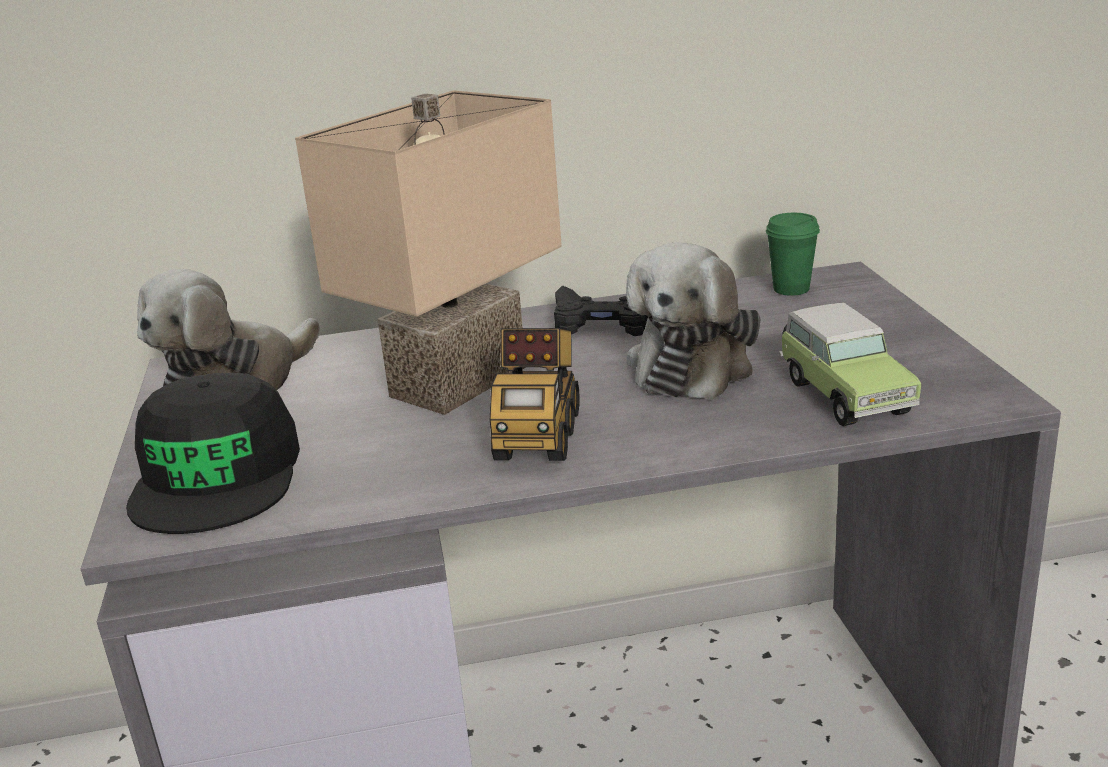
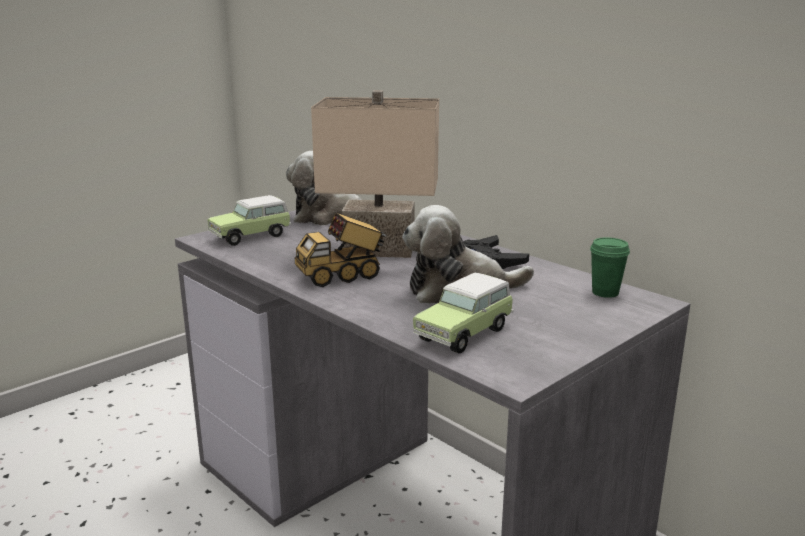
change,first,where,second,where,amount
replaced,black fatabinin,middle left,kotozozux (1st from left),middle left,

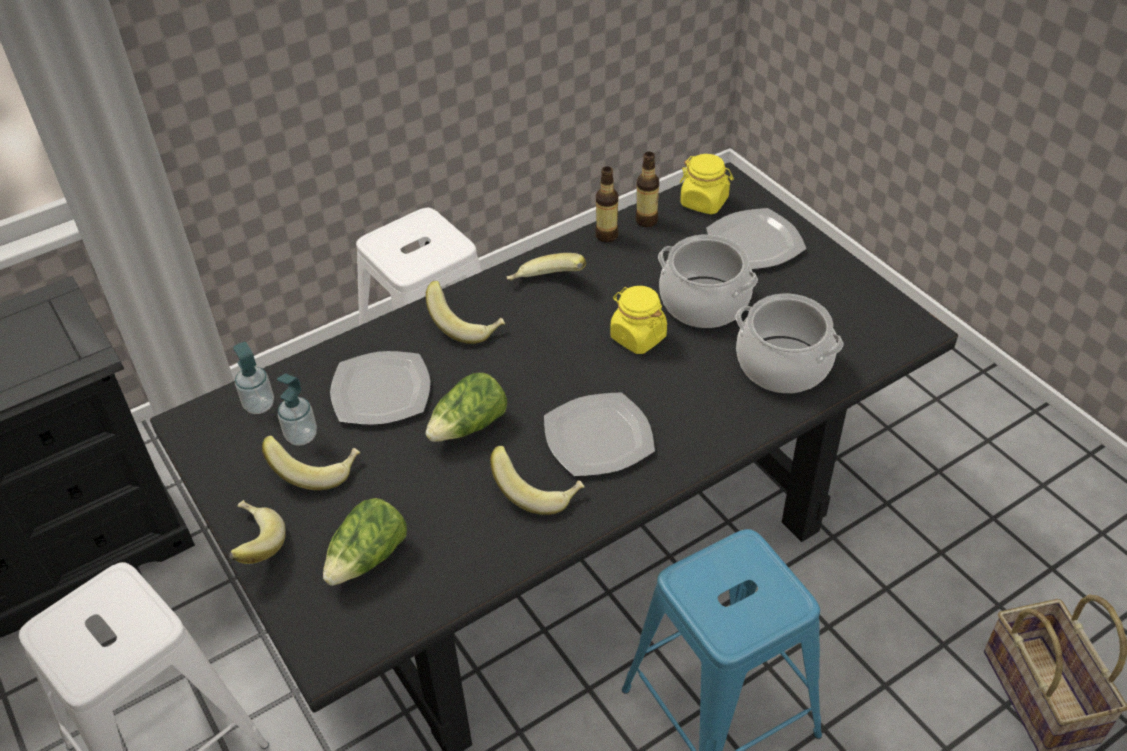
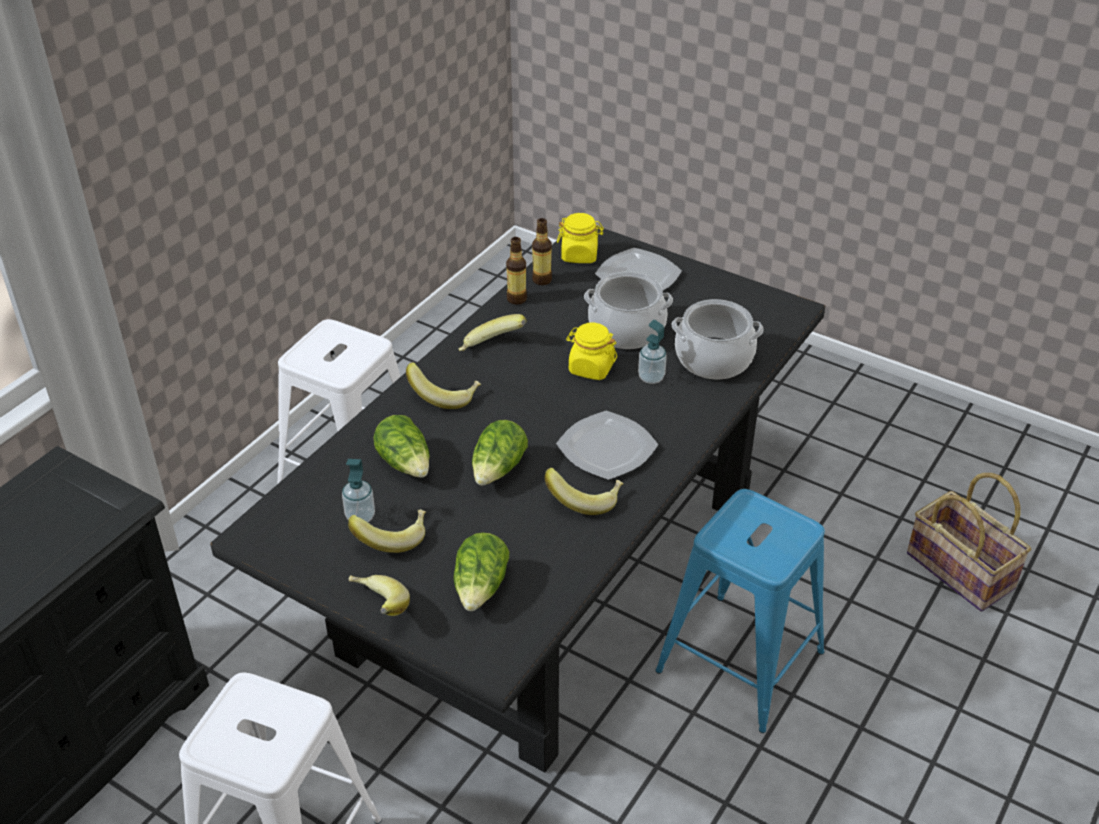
change,first,where,second,where,amount
replaced,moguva (1st from left),centre,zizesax (1st from left),centre,
moved,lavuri (1st from left in the first image),middle left,lavuri (2nd from left),centre,

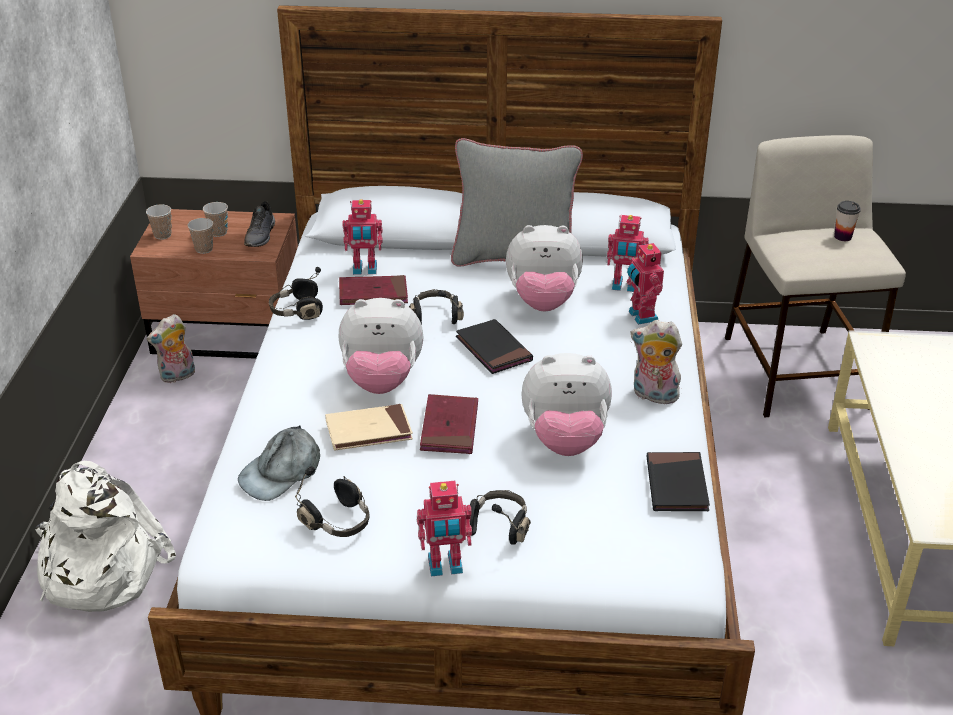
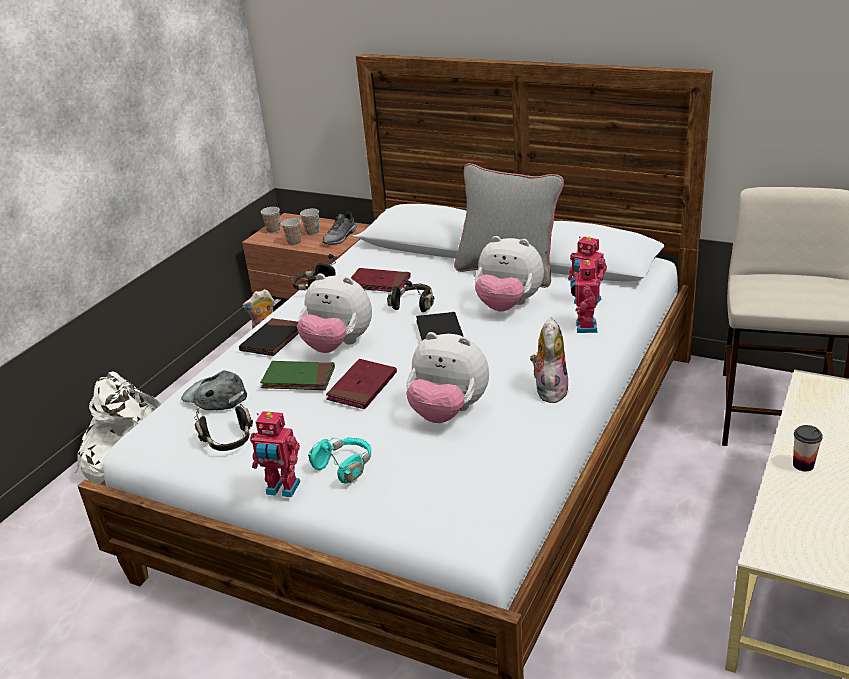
change,first,where,second,where,amount
turned,grey fatabinin,middle left,,middle left,60 degrees clockwise
moved,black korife (2nd from left in the first image),bottom right,black korife (1st from left),middle left,
recoloured,beige korife,centre,green korife,centre,
recoloured,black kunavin (4th from left),bottom centre,turquoise kunavin,bottom centre,
turned,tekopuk (5th from left),middle right,,centre,60 degrees clockwise
moved,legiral (4th from left),top right,,middle right,
removed,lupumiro (1st from left),top centre,,,

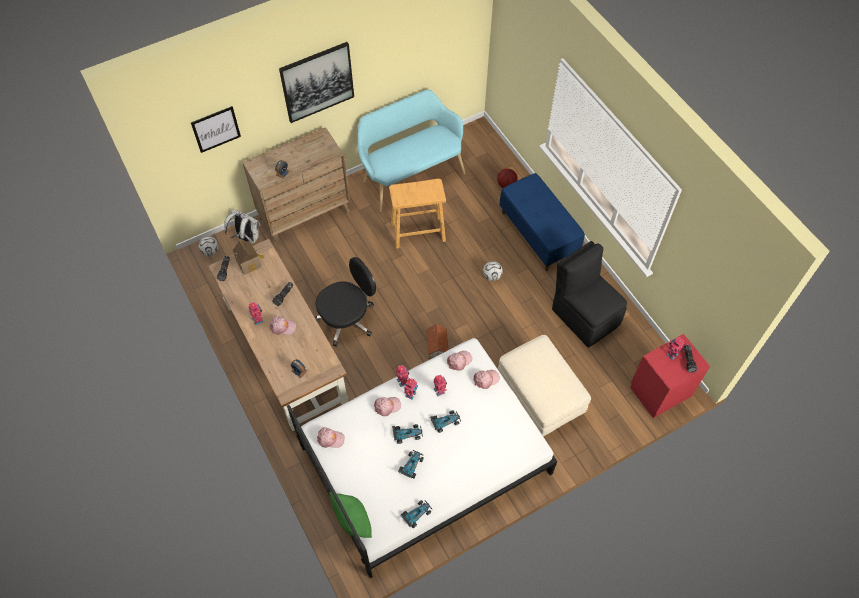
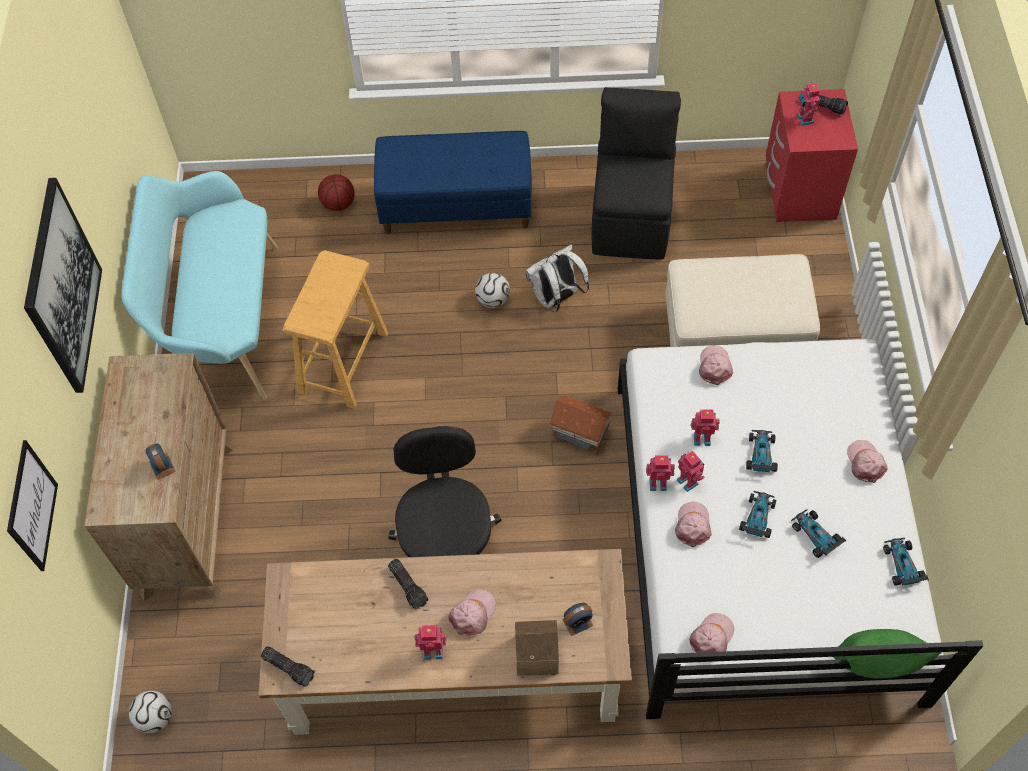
change,first,where,second,where,amount
moved,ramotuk (1st from left),middle left,,bottom centre,
moved,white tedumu,middle left,,centre,
turned,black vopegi,middle right,,top centre,105 degrees clockwise
moved,pink fatabinin (4th from left in the first image),centre,pink fatabinin (5th from left),middle right,

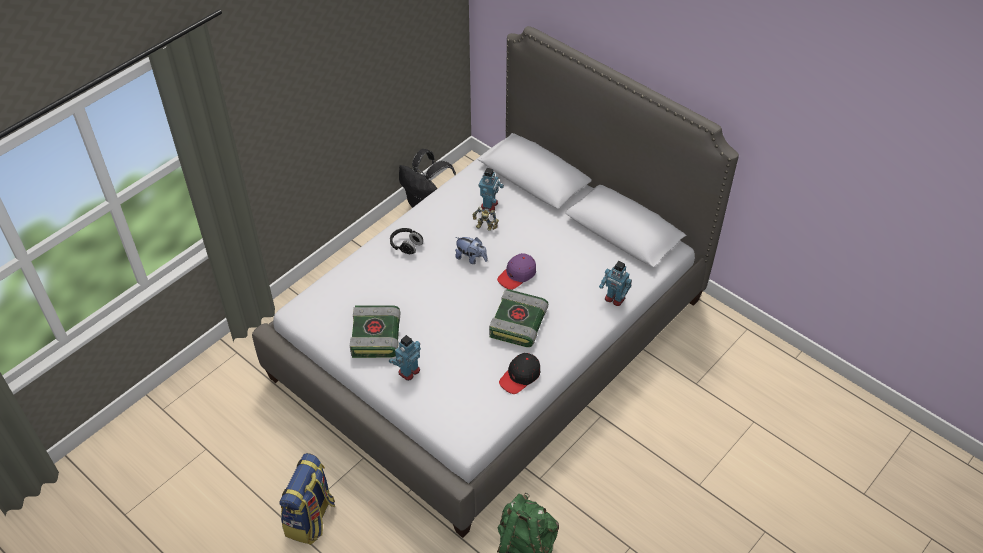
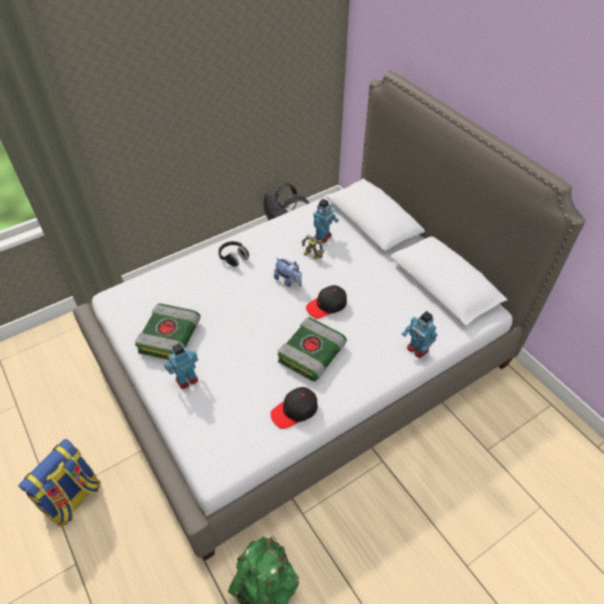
change,first,where,second,where,amount
recoloured,purple fatabinin,centre,black fatabinin (2nd from left),centre,

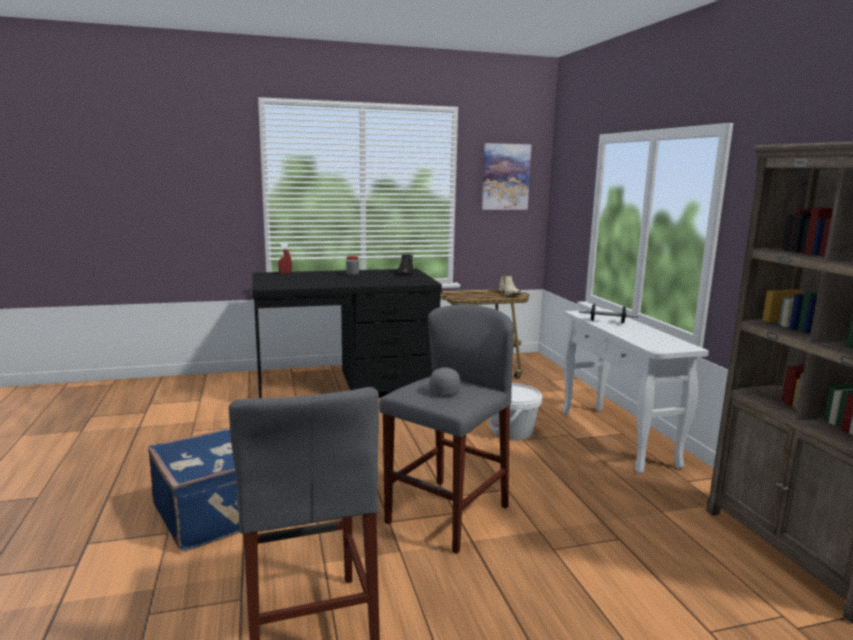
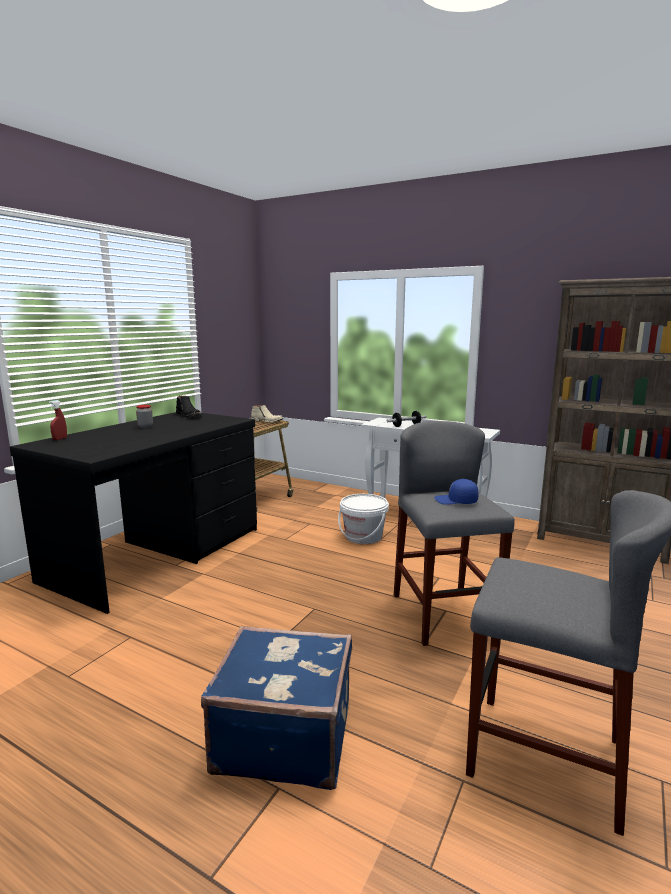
change,first,where,second,where,amount
recoloured,grey fatabinin,centre,blue fatabinin,middle right,
removed,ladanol,top centre,,,

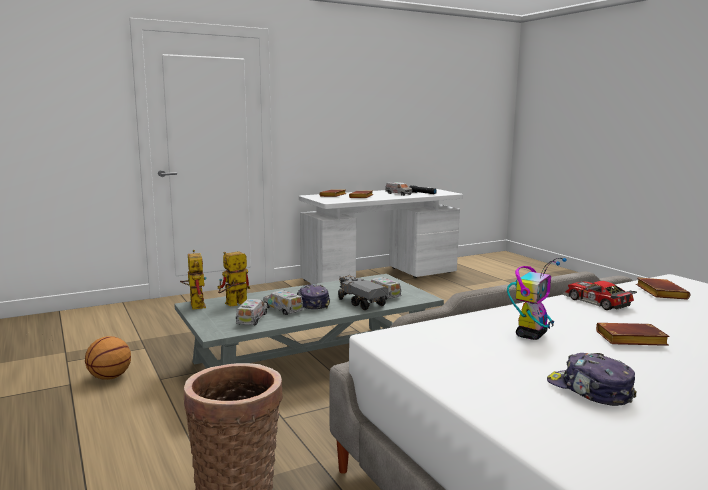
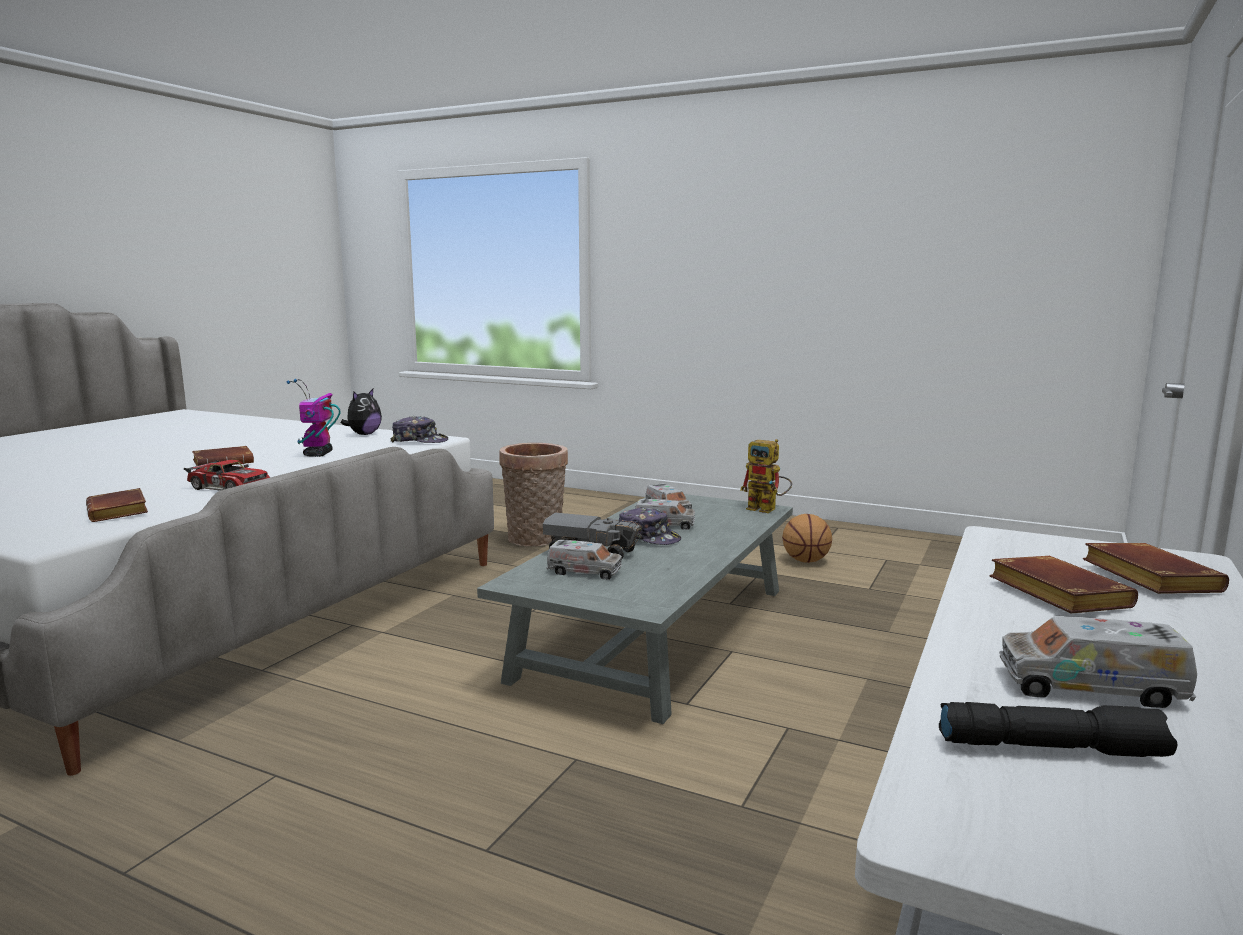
change,first,where,second,where,amount
added,,,tekopuk,middle left,
moved,fatabinin (2nd from left in the first image),bottom right,fatabinin (1st from left),centre,
removed,lupumiro (2nd from left),middle left,,,

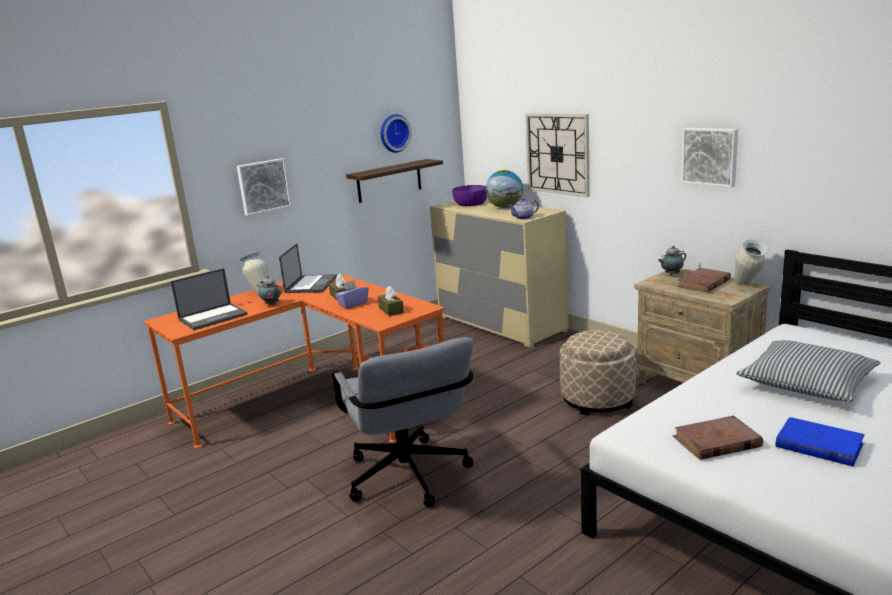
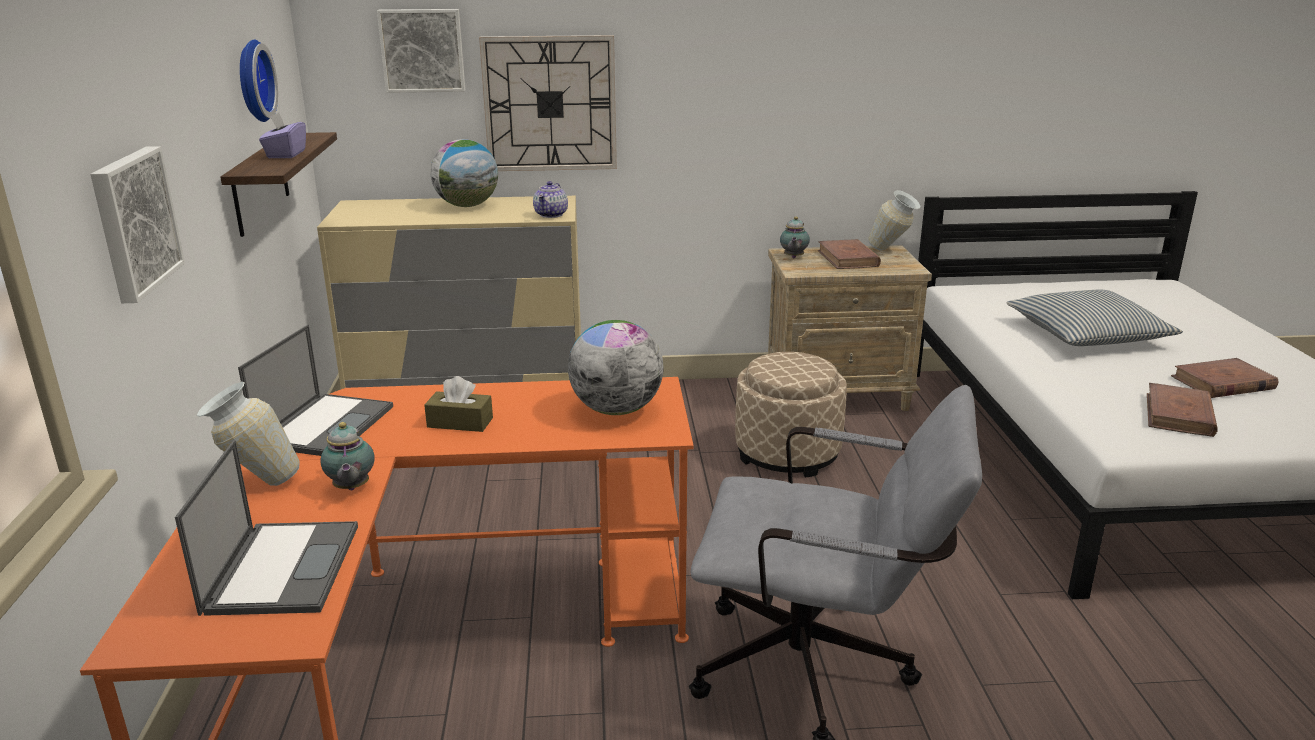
change,first,where,second,where,amount
turned,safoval (2nd from left),centre,,middle left,60 degrees clockwise
moved,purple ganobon,centre,,top left,
turned,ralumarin (1st from left),middle left,,middle left,90 degrees counterclockwise
moved,ladanol (2nd from left),top right,,top left,
replaced,brown ganobon (2nd from left),centre,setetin (2nd from left),centre,
recoloured,blue korife,bottom right,brown korife (3rd from left),middle right,
removed,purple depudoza,top centre,,,

